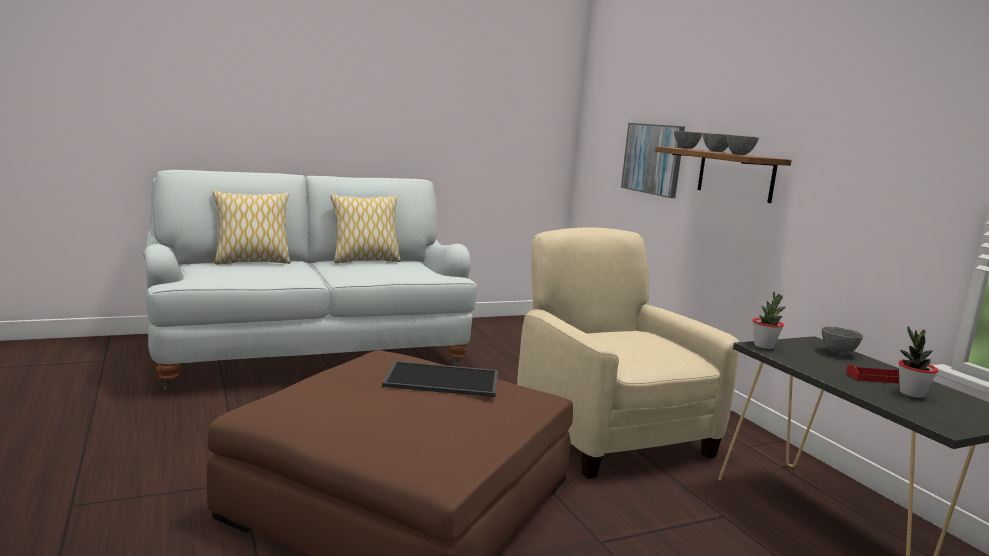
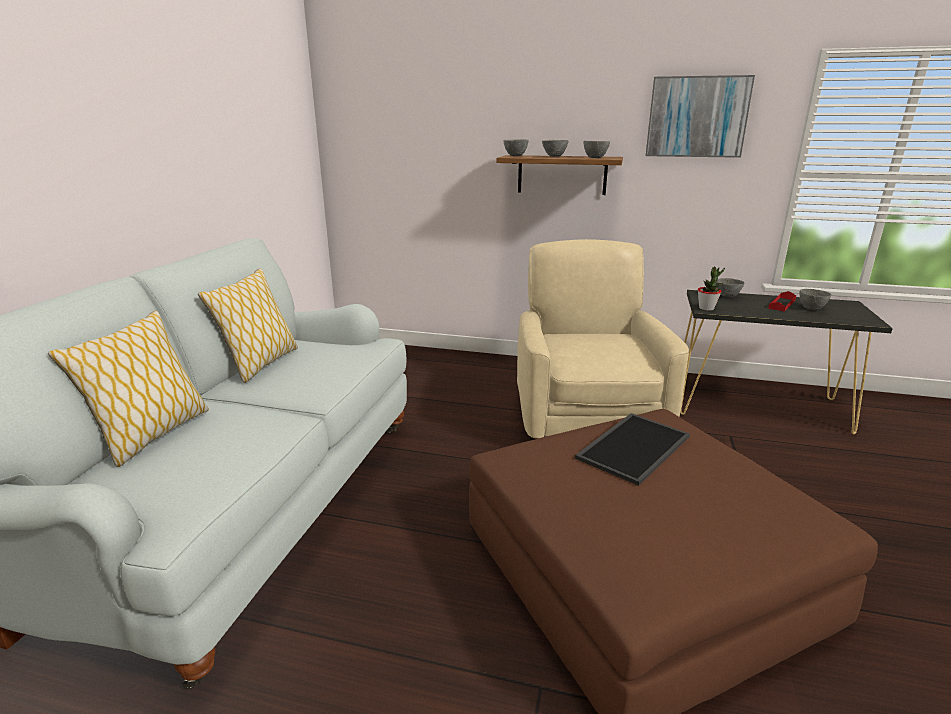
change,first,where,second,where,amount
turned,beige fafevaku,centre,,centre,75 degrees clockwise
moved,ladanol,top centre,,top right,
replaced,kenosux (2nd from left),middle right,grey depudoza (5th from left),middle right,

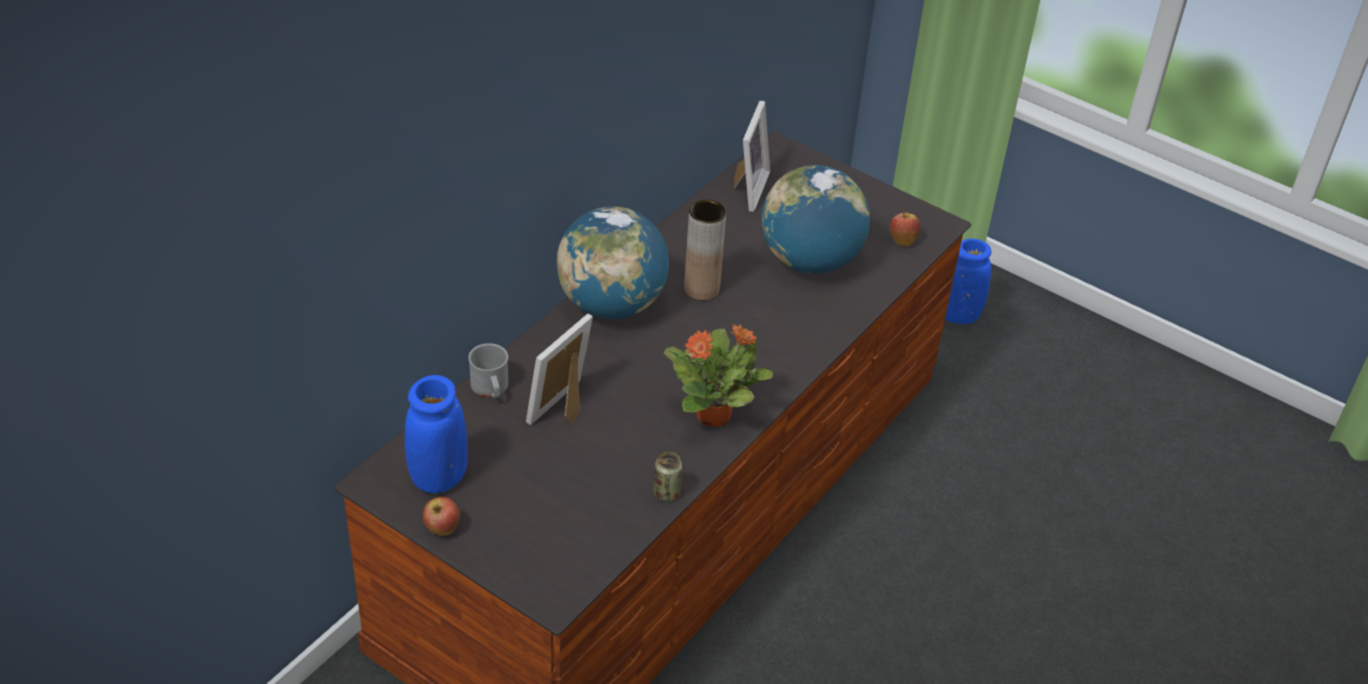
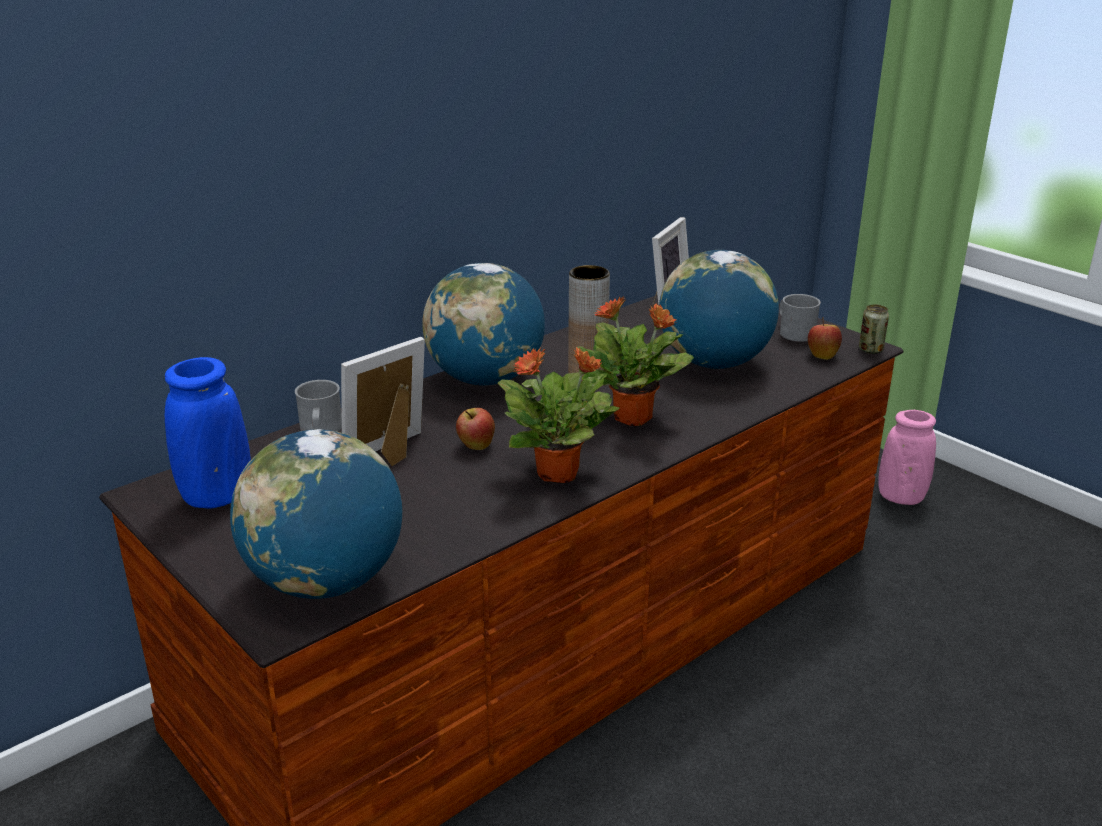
change,first,where,second,where,amount
added,,,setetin (1st from left),middle left,
moved,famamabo (1st from left),bottom left,,centre,
added,,,kenosux (2nd from left),centre,
added,,,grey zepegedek (2nd from left),middle right,
moved,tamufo,bottom centre,,middle right,
recoloured,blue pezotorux (2nd from left),middle right,pink pezotorux,middle right,

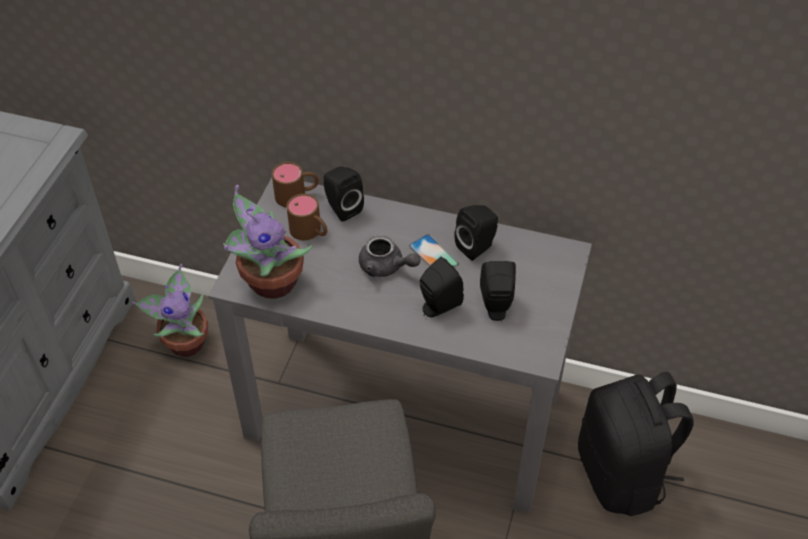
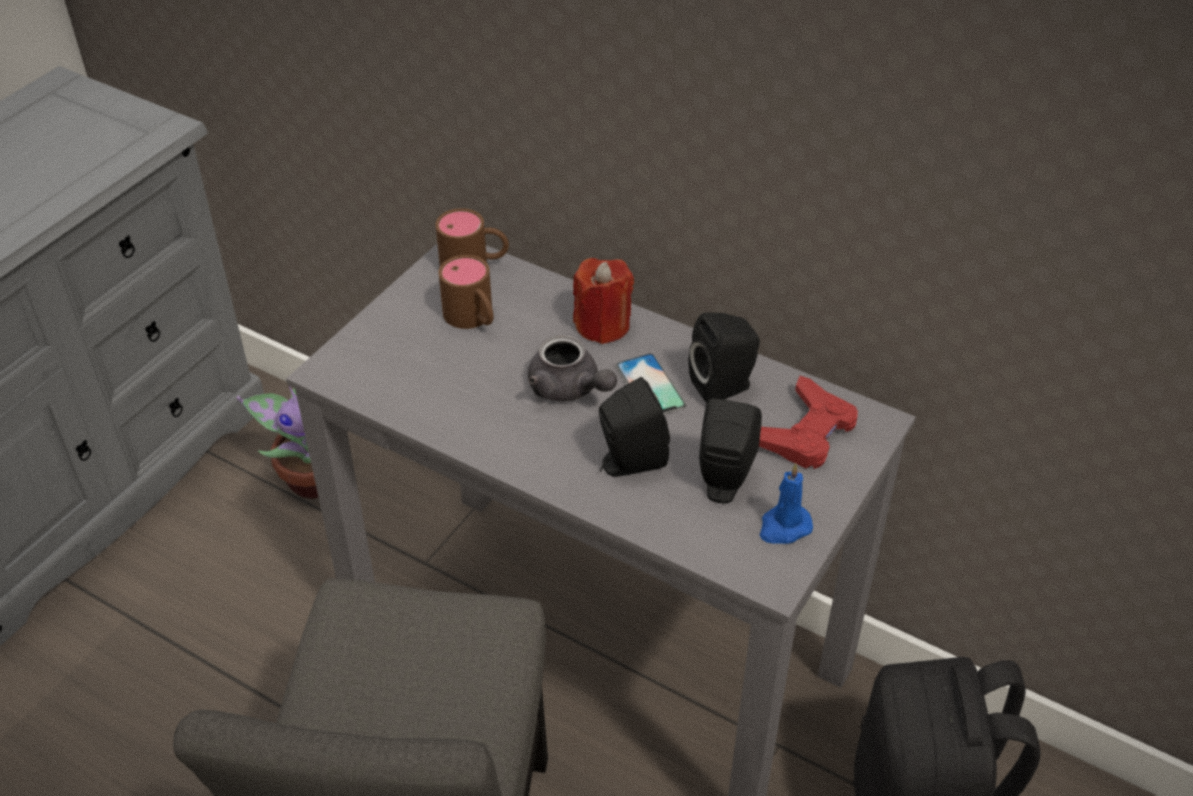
change,first,where,second,where,amount
added,,,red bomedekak,centre,
added,,,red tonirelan,middle right,
added,,,blue bomedekak,centre,
removed,kenosux (2nd from left),middle left,,,
removed,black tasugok (1st from left),centre,,,

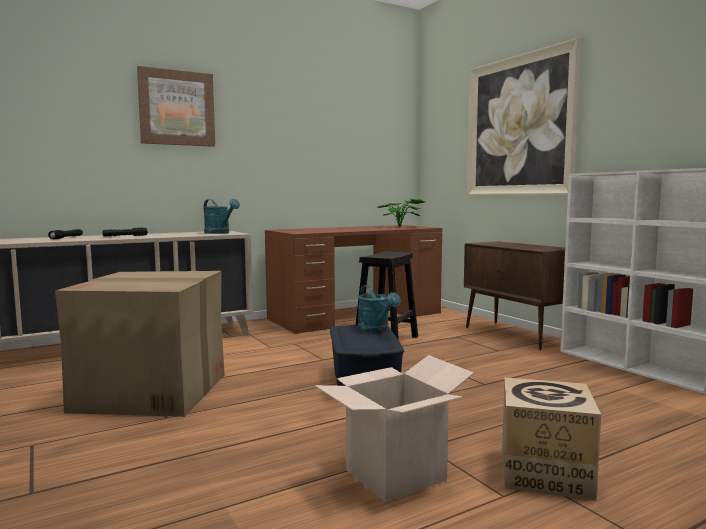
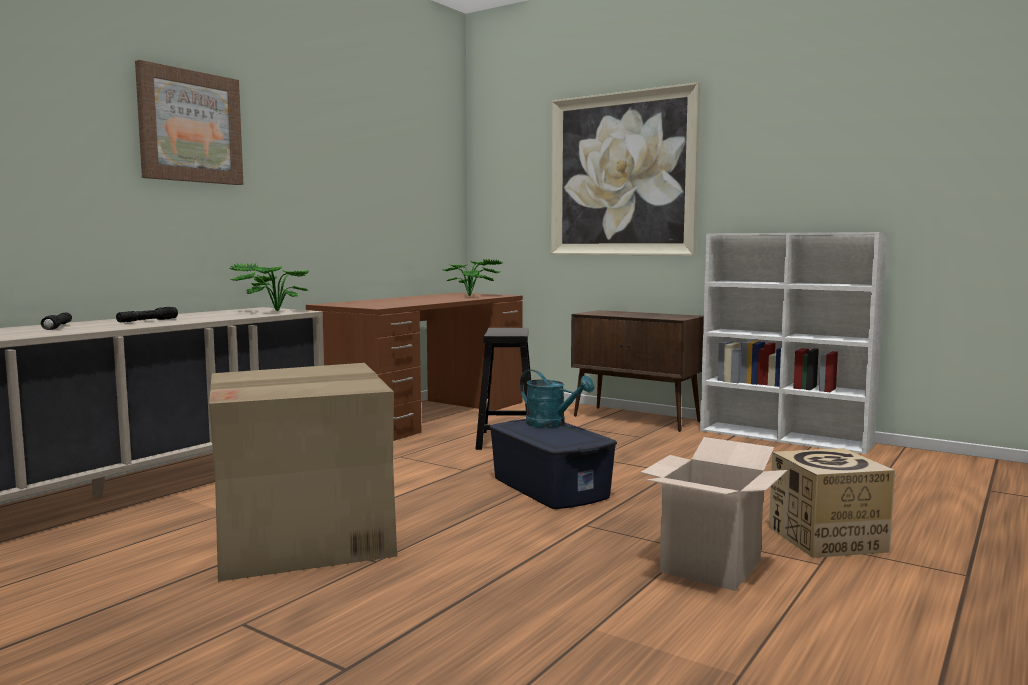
change,first,where,second,where,amount
replaced,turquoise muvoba (1st from left),middle left,kenosux (1st from left),middle left,

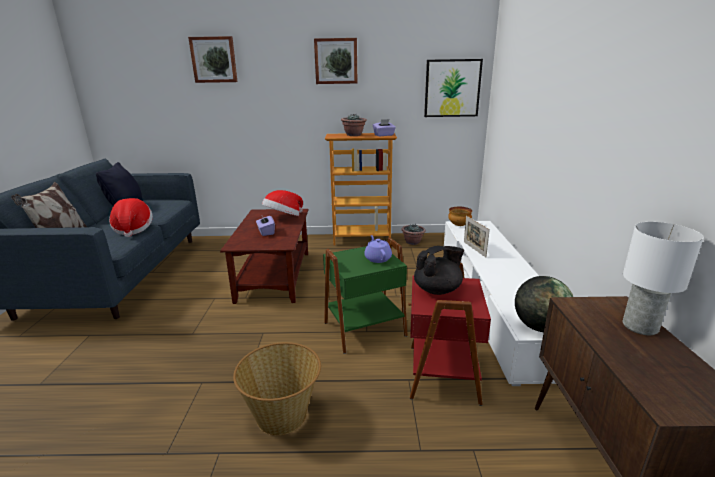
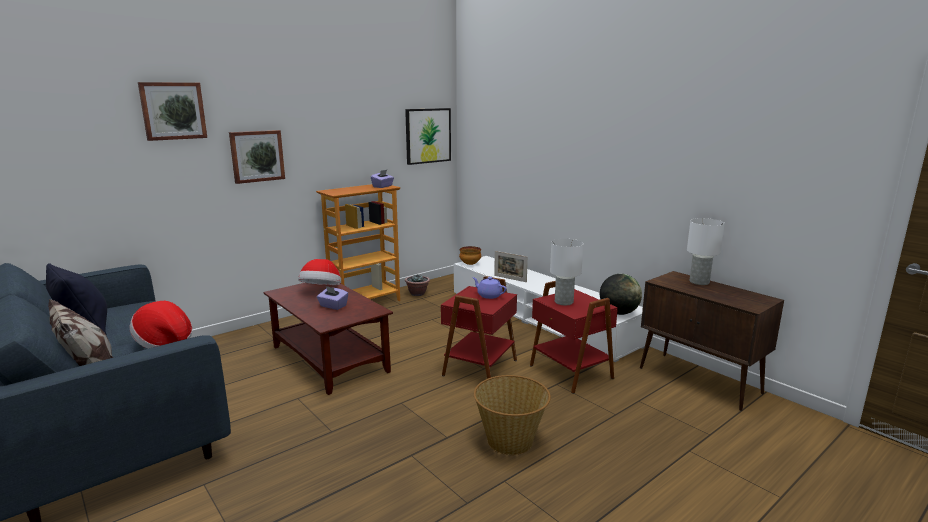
change,first,where,second,where,amount
moved,ladanol (2nd from left),top centre,,top left,
recoloured,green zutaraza,centre,red zutaraza (1st from left),centre,
replaced,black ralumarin,centre,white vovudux (1st from left),centre,
removed,kenosux (1st from left),top centre,,,

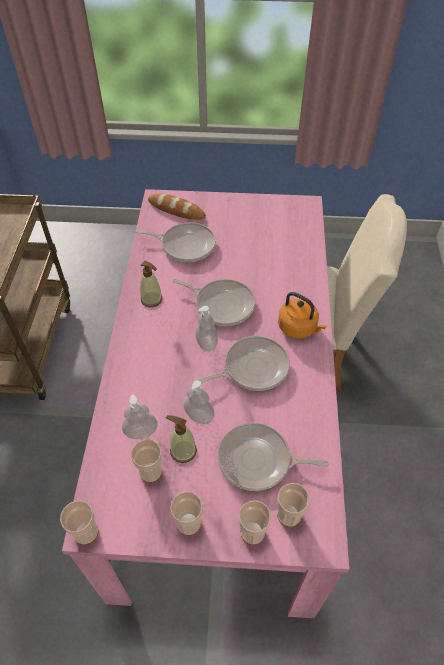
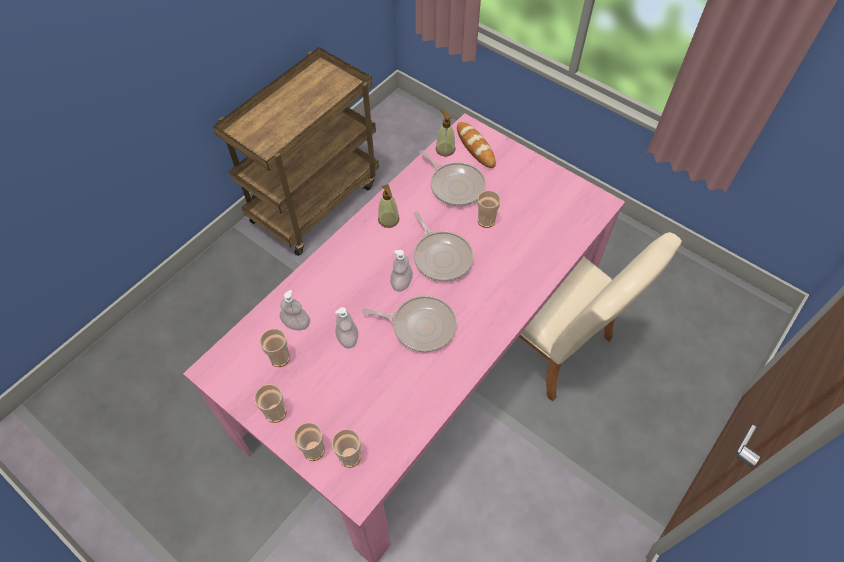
change,first,where,second,where,amount
moved,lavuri (3rd from left in the first image),centre,lavuri (5th from left),top centre,
moved,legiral (1st from left in the first image),bottom left,legiral (5th from left),centre,
removed,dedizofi (4th from left),bottom centre,,,
removed,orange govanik,middle right,,,

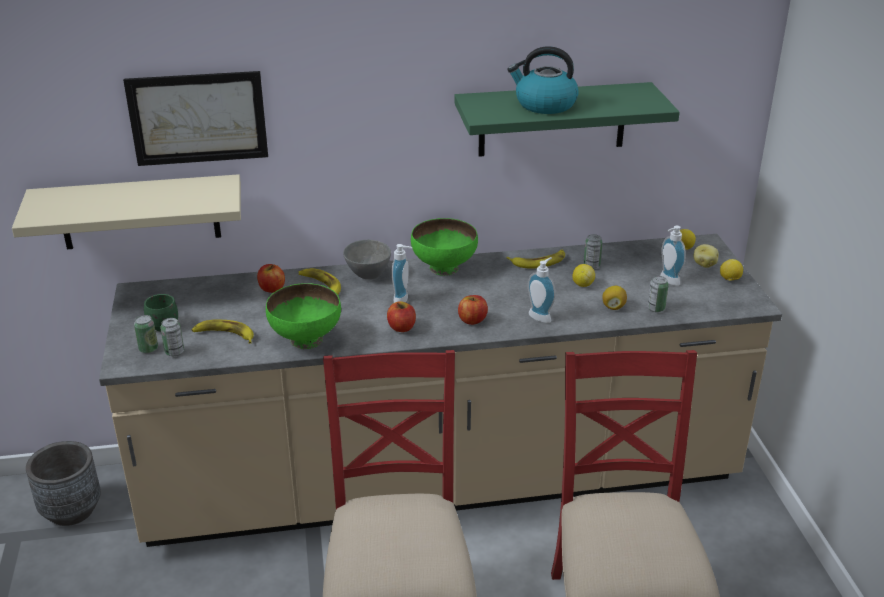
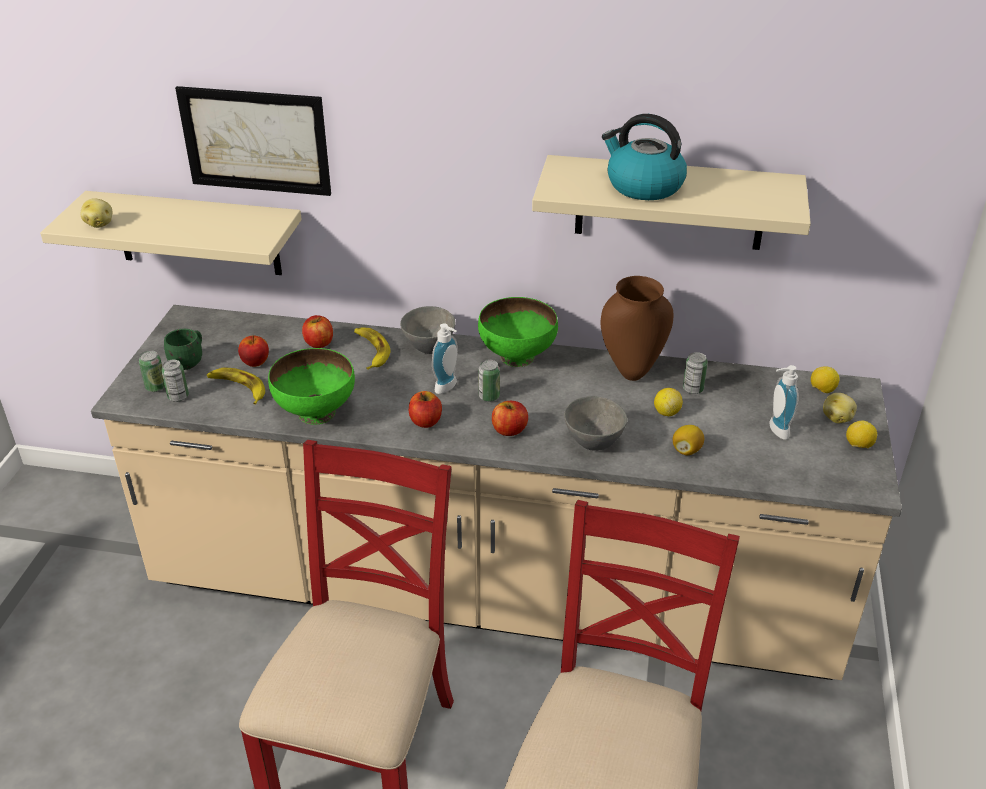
change,first,where,second,where,amount
added,,,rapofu (1st from left),top left,
added,,,famamabo (1st from left),middle left,
moved,tamufo (4th from left in the first image),middle right,tamufo (3rd from left),centre,
recoloured,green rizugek,top centre,beige rizugek (2nd from left),top right,
replaced,lavuri (2nd from left),centre,grey depudoza (2nd from left),centre,
replaced,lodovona (3rd from left),centre,brown pezotorux,centre,
removed,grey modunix,bottom left,,,

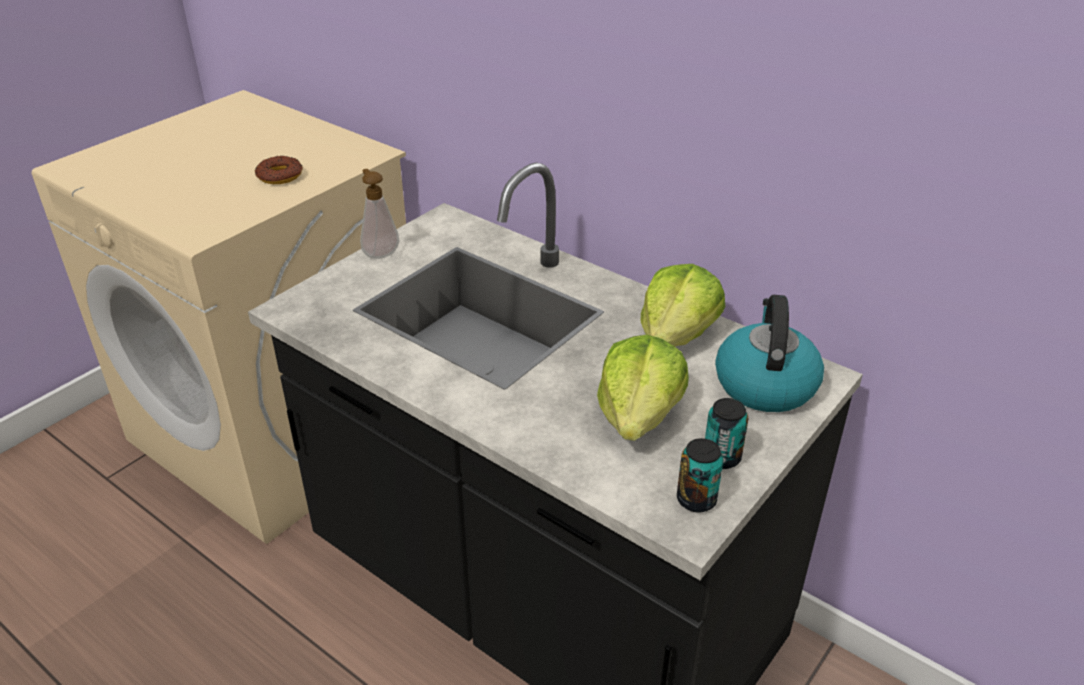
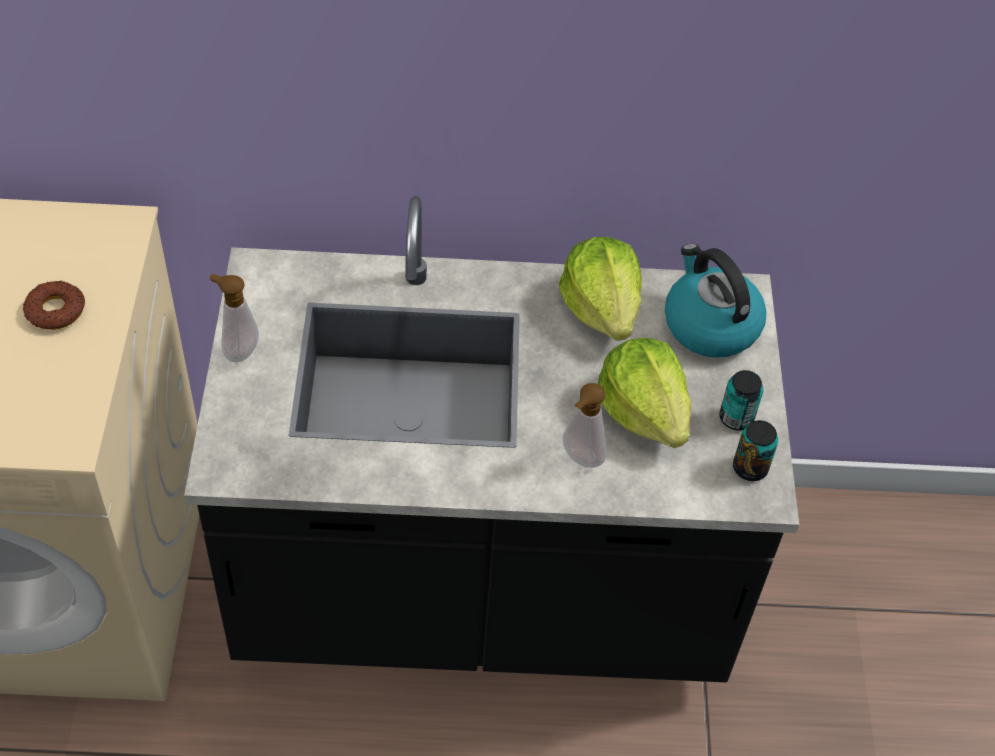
change,first,where,second,where,amount
added,,,lavuri (2nd from left),centre,

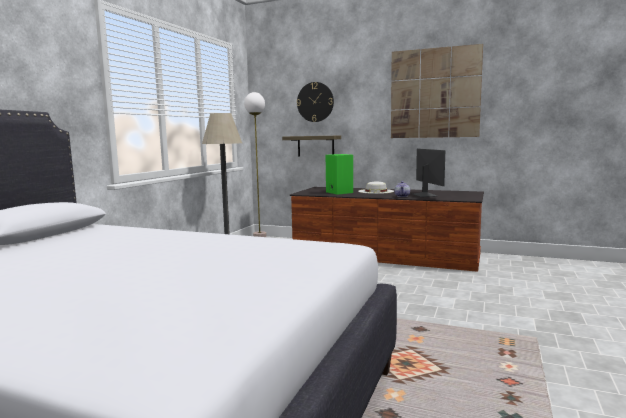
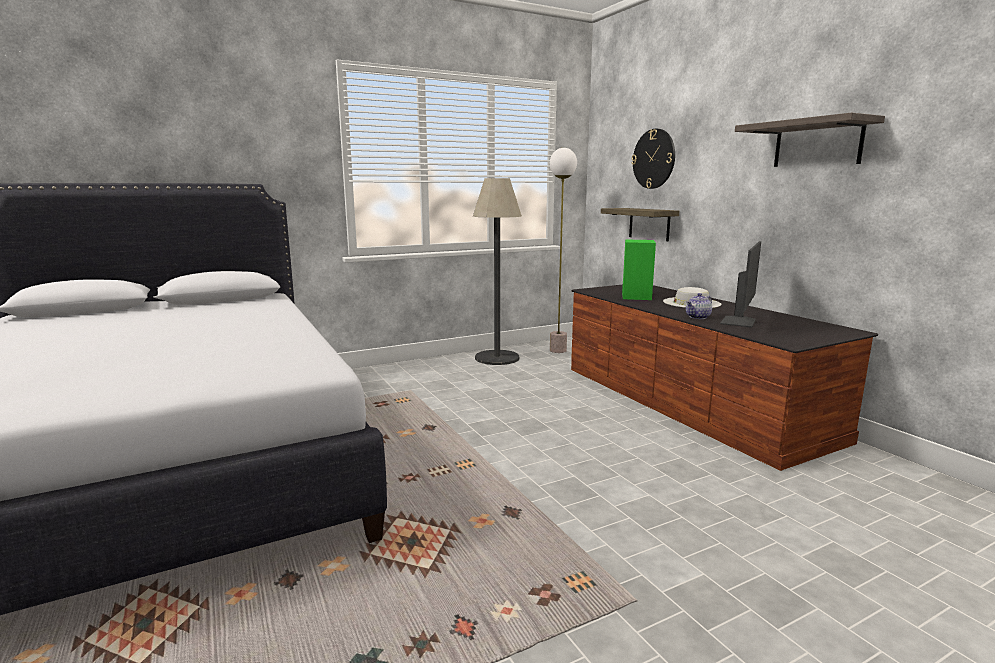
change,first,where,second,where,amount
replaced,ladanol,top right,rizugek (2nd from left),top right,

